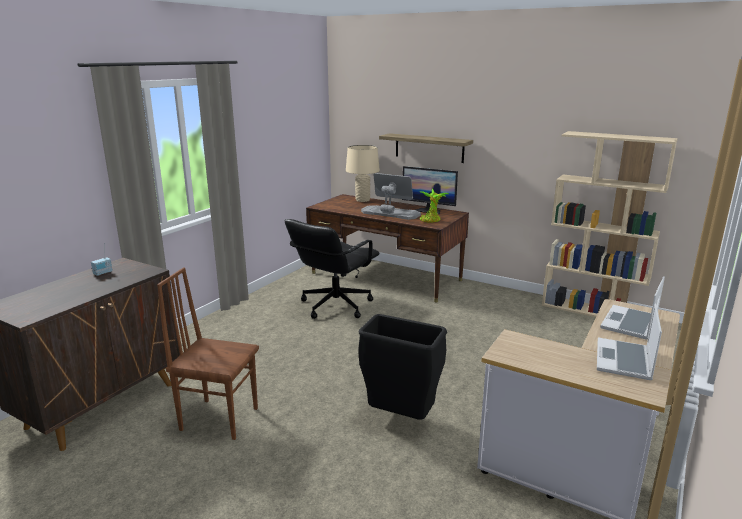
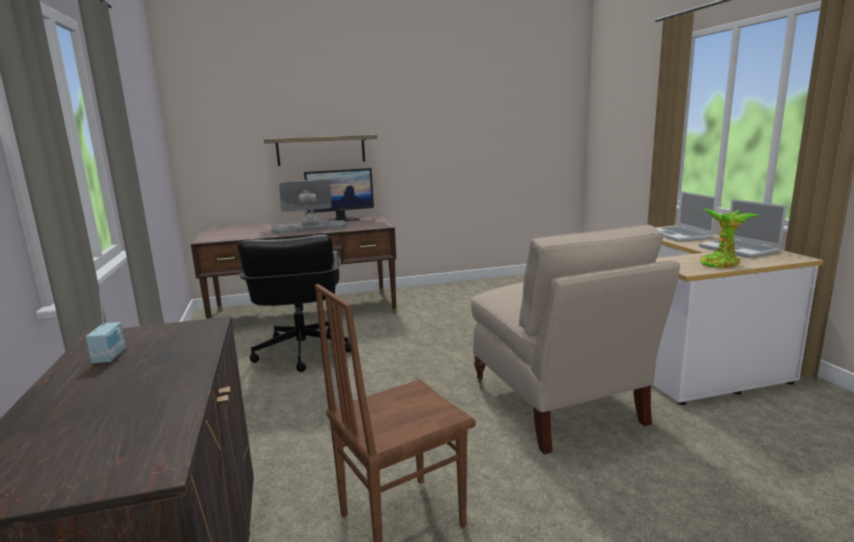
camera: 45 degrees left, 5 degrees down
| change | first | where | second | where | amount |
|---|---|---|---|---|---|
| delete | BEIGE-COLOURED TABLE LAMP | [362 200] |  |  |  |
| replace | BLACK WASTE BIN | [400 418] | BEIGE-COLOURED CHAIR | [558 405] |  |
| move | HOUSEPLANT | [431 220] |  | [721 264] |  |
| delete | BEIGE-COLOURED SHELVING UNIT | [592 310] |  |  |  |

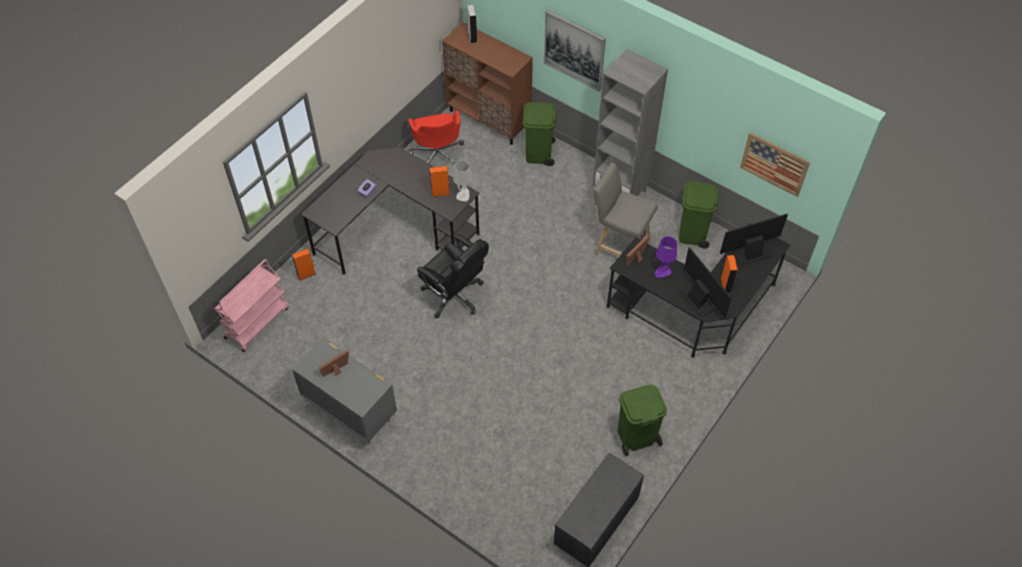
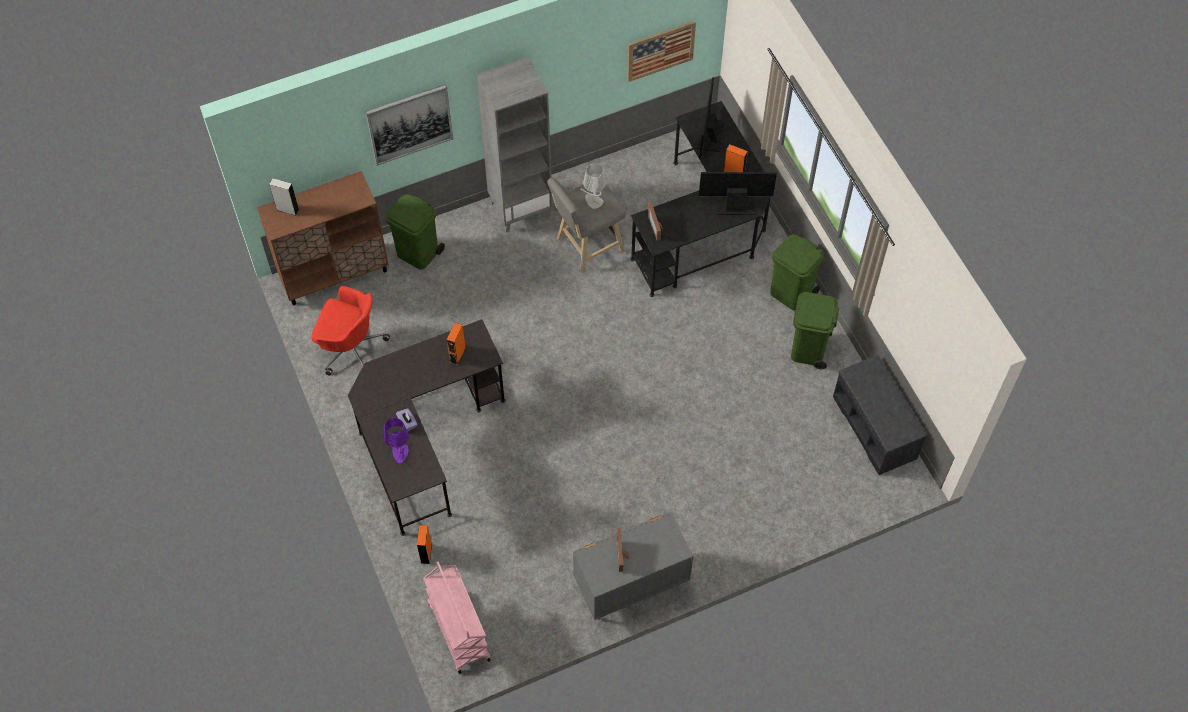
camera: 60 degrees left, 5 degrees up
| change | first | where | second | where | amount |
|---|---|---|---|---|---|
| delete | BLACK COMPUTER CHAIR | [454 295] |  |  |  |
| move | GREYISH TABLE LAMP | [463 195] |  | [593 201] |  |
| move | PURPLE TABLE LAMP | [662 272] |  | [400 453] |  |
| move | GREENISH WASTE BIN | [692 234] |  | [791 293] |  |

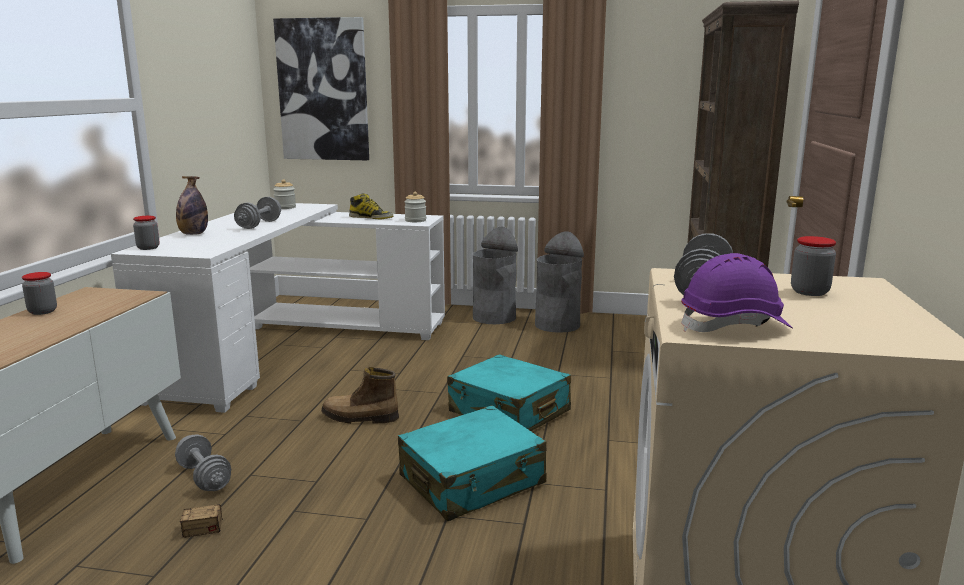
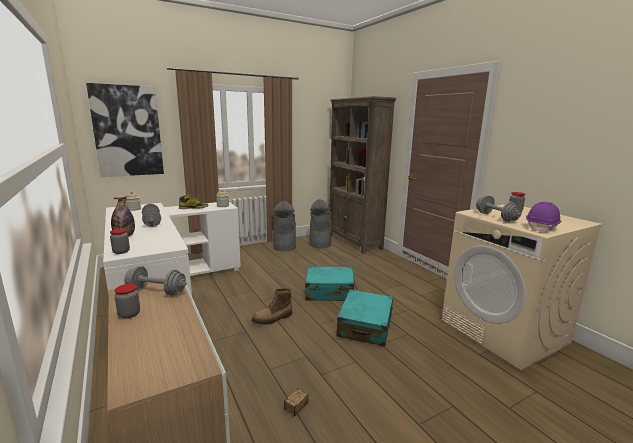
camera: 40 degrees left, 0 degrees up
| change | first | where | second | where | amount |
|---|---|---|---|---|---|
| move | GREYISH DUMBBELL | [204 477] |  | [156 291] |  |
| move | GREYISH WASTE BIN | [494 317] |  | [320 244] |  |

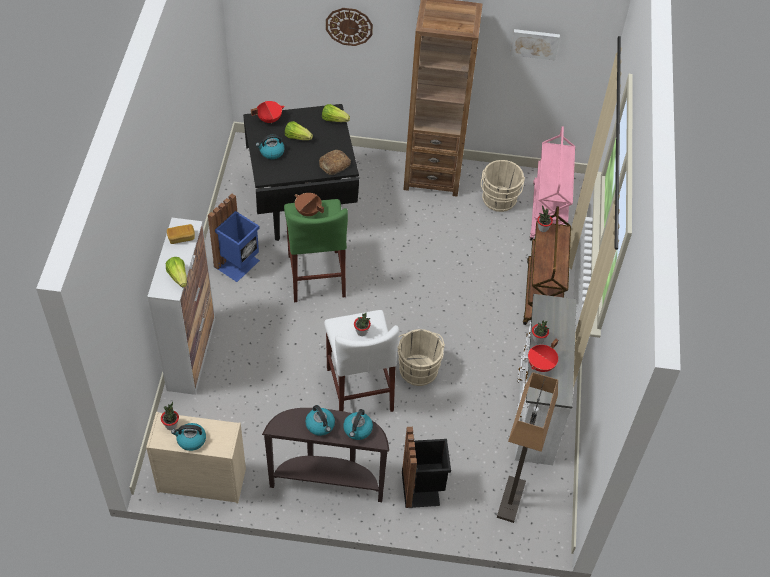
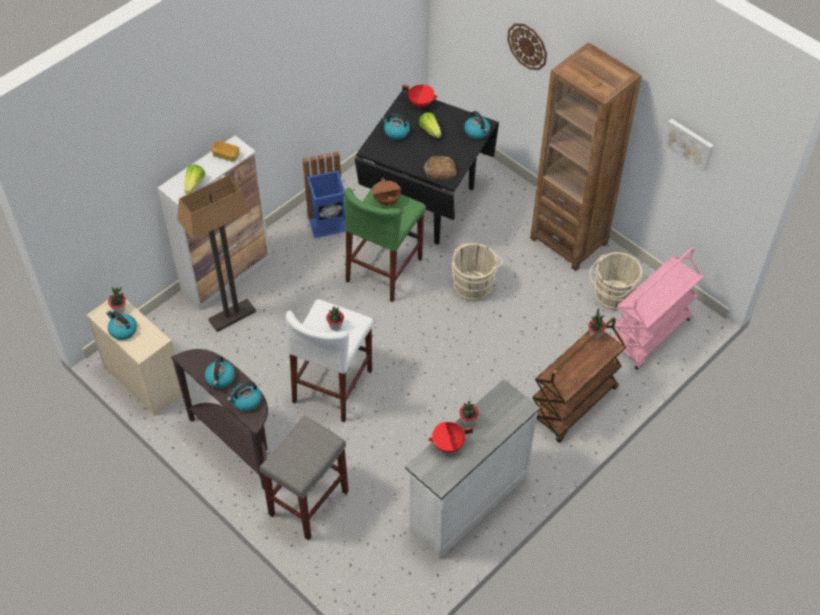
camera: 40 degrees right, 0 degrees up
| change | first | where | second | where | amount |
|---|---|---|---|---|---|
| replace | LETTUCE HEAD | [334 119] | KETTLE | [477 132] |  |
| move | BEIGE-COLOURED WATER BUCKET | [418 368] |  | [474 284] |  |
| replace | BLACK WASTE BIN | [423 488] | GREYISH STOOL | [309 502] |  |
| move | FLOOR LAMP | [511 500] |  | [232 316] |  |

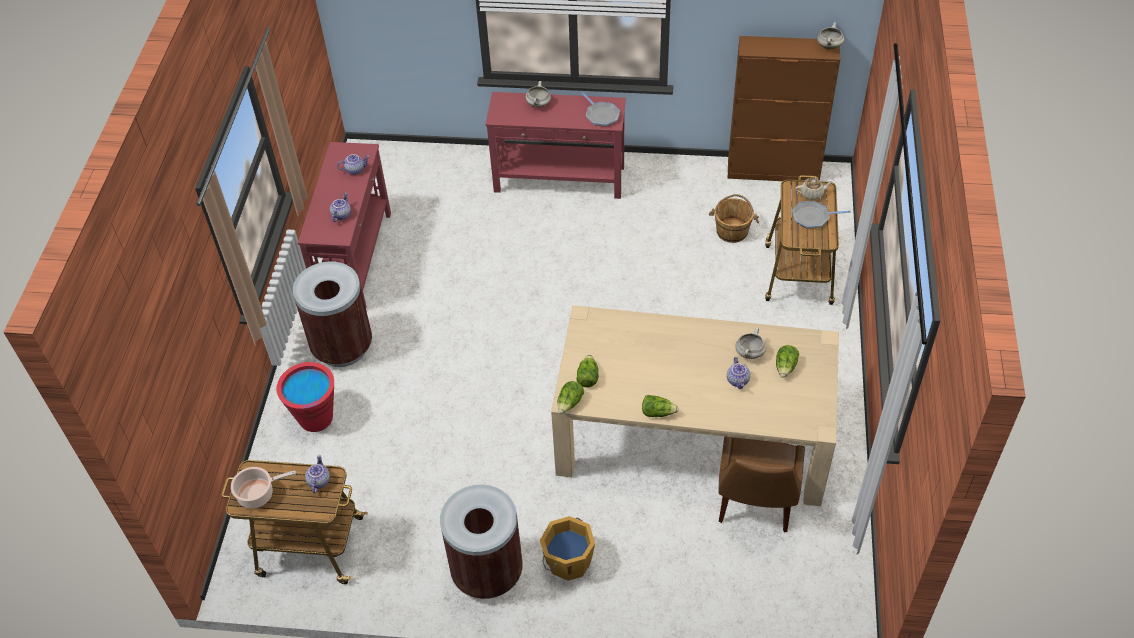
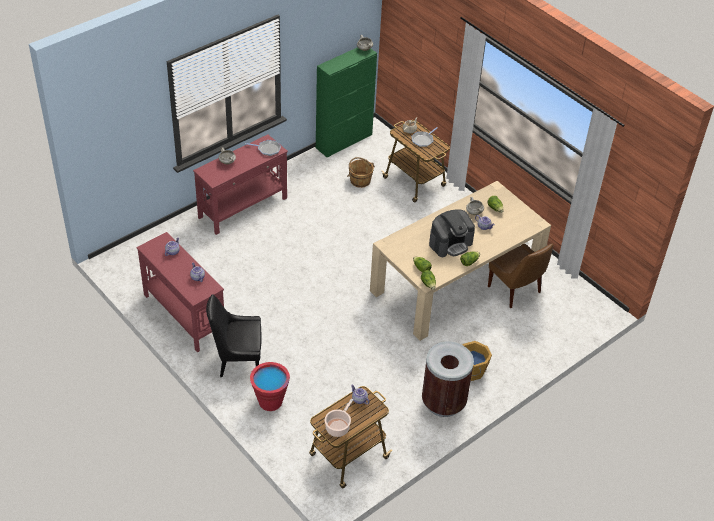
camera: 50 degrees left, 5 degrees down
| change | first | where | second | where | amount |
|---|---|---|---|---|---|
| replace | BROWN WASTE BIN | [342 347] | BLACK CHAIR | [237 360] |  |
| recolor | BROWN STORAGE CABINET | [773 171] | GREENISH STORAGE CABINET | [344 141] |  |
| insert |  |  | COFFEE MAKER | [450 243] |  |

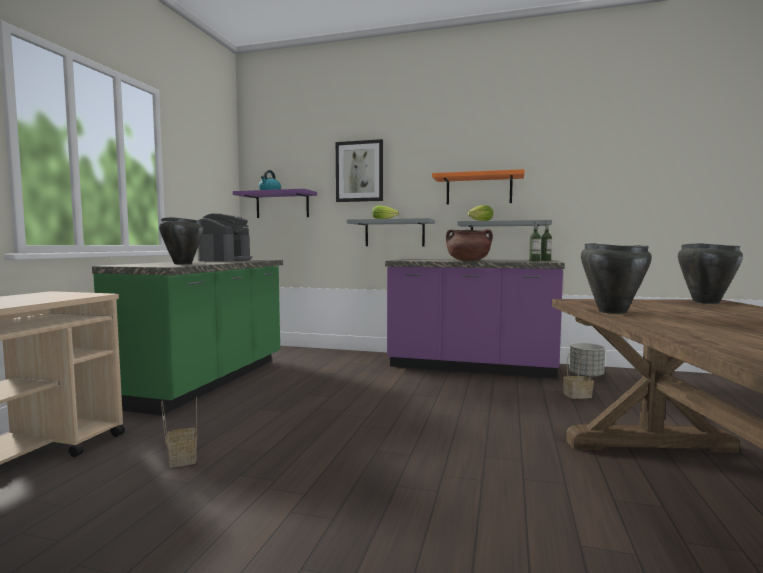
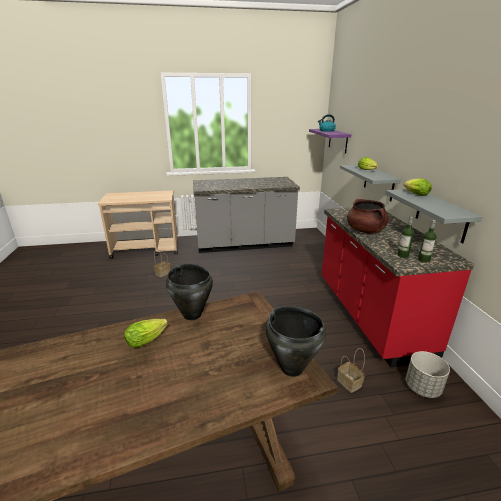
camera: 65 degrees right, 20 degrees up
| change | first | where | second | where | amount |
|---|---|---|---|---|---|
| recolor | GREENISH COUNTER | [207 381] | GREYISH COUNTER | [244 244] |  |
| delete | BLACK COOKING POT | [182 264] |  |  |  |
| delete | COFFEE MAKER | [225 260] |  |  |  |
| delete | PICTURE | [359 171] |  |  |  |
| recolor | PURPLE COUNTER | [471 366] | RED COUNTER | [369 315] |  |
| delete | ORANGEY BRACKET SHELF | [478 190] |  |  |  |
| insert |  |  | LETTUCE HEAD | [148 339] |  |

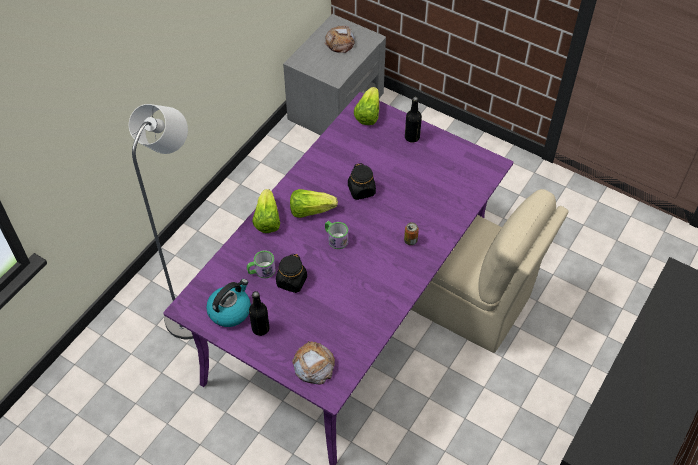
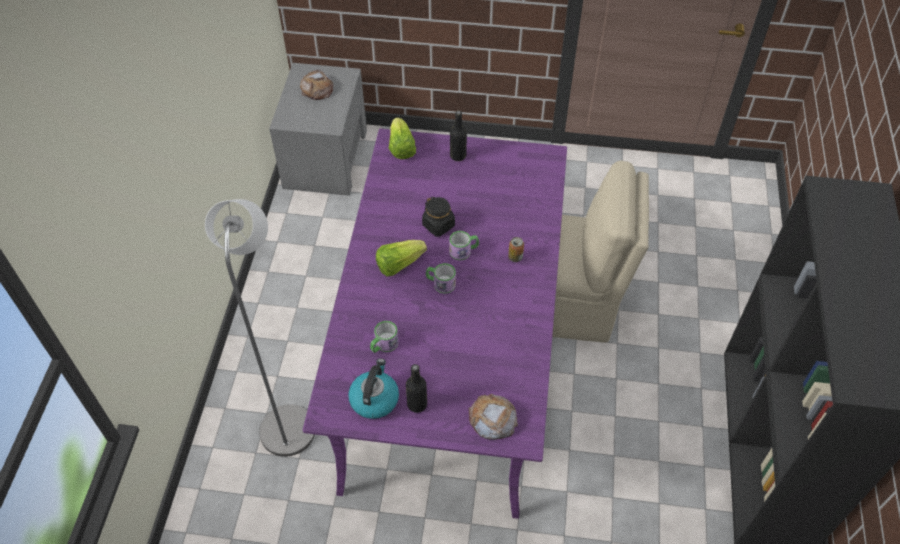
camera: 25 degrees left, 0 degrees up
| change | first | where | second | where | amount |
|---|---|---|---|---|---|
| delete | LETTUCE HEAD | [267 220] |  |  |  |
| delete | BLACK PRESERVE JAR | [291 281] |  |  |  |
| insert |  |  | TEA MUG | [464 251] |  |

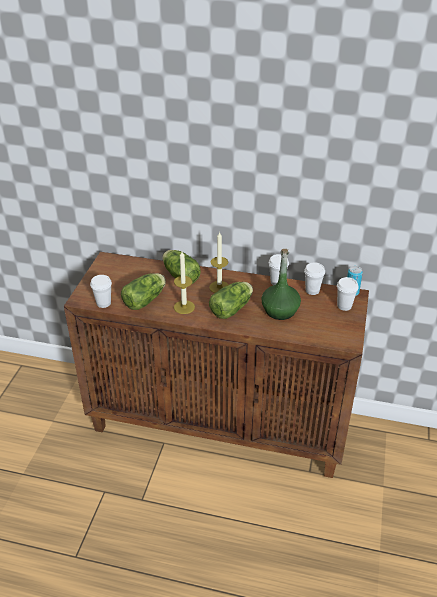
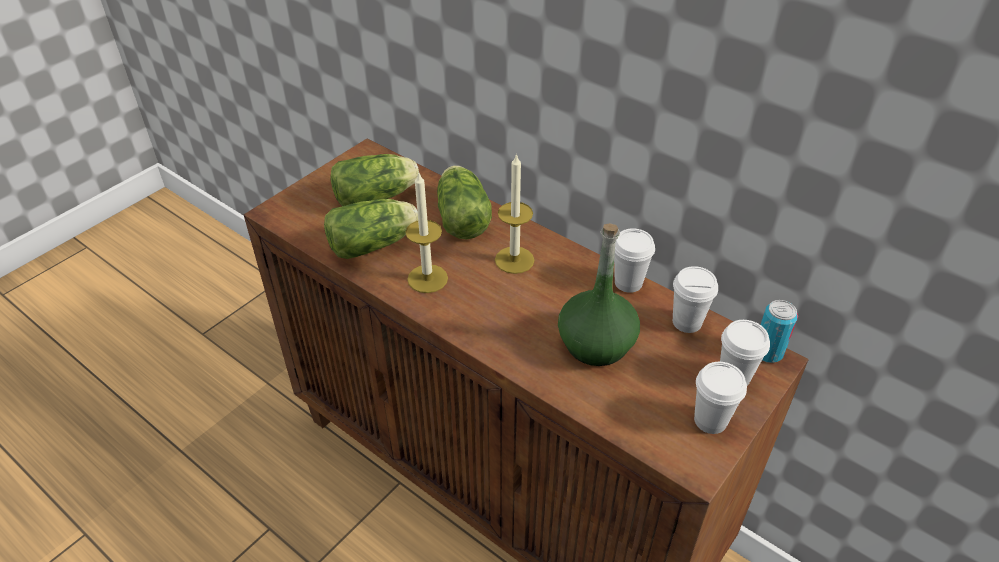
camera: 25 degrees right, 5 degrees up
| change | first | where | second | where | amount |
|---|---|---|---|---|---|
| move | WHITE CUP | [103 303] |  | [710 420] |  |
| move | LETTUCE HEAD | [233 308] |  | [378 197] |  |

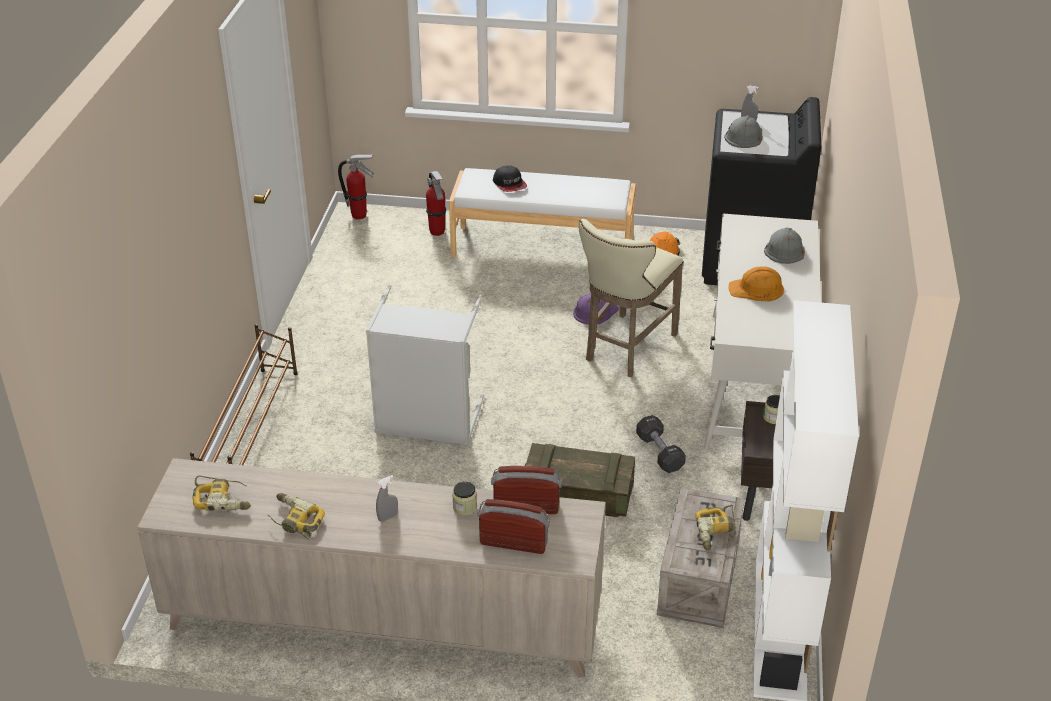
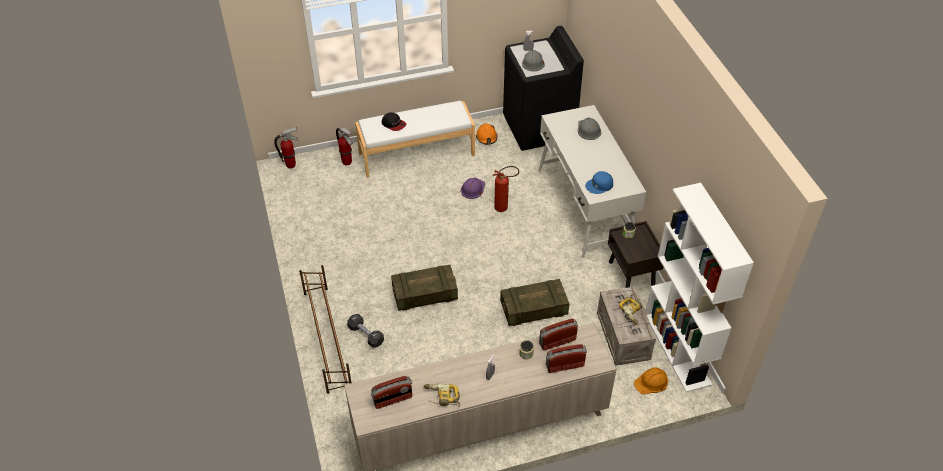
camera: 25 degrees left, 10 degrees up
| change | first | where | second | where | amount |
|---|---|---|---|---|---|
| replace | POWER DRILL | [223 499] | RADIO | [393 399] |  |
| replace | GREYISH WASHING BASKET | [427 423] | CRATE | [424 294] |  |
| replace | BEIGE-COLOURED STOOL | [626 349] | FIRE-FIGHTING CYLINDER | [504 208] |  |
| move | BLACK DUMBBELL | [659 453] |  | [366 335] |  |
| move | ORANGEY HARD HAT | [756 289] |  | [651 382] |  |
| insert |  |  | BLUE-COLOURED CAP | [599 185] |  |

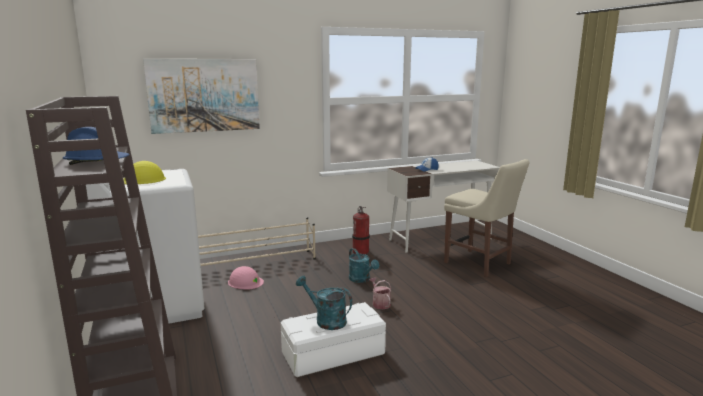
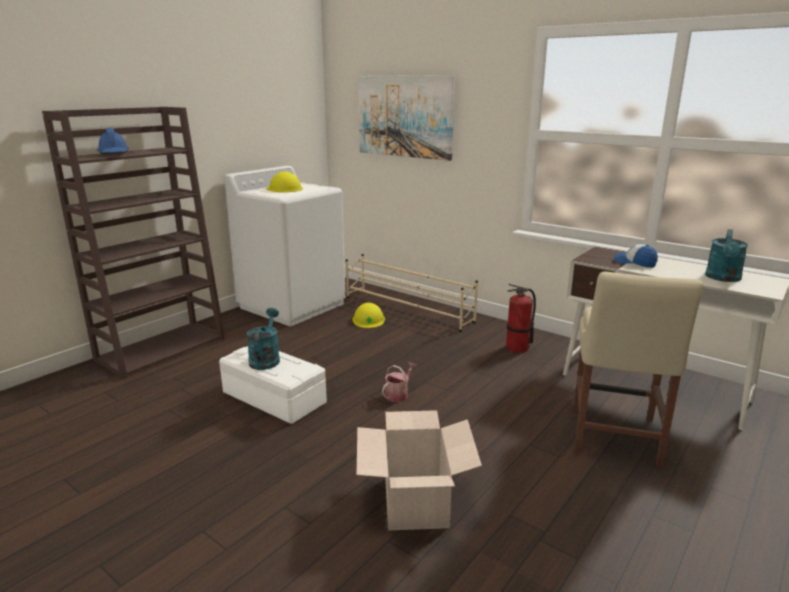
camera: 60 degrees right, 5 degrees up
| change | first | where | second | where | amount |
|---|---|---|---|---|---|
| recolor | PINK HARD HAT | [245 282] | YELLOW HARD HAT | [368 320] |  |
| move | TURQUOISE-COLOURED WATERING POT | [361 279] |  | [723 278] |  |
| insert |  |  | CARDBOARD BOX | [416 502] |  |

